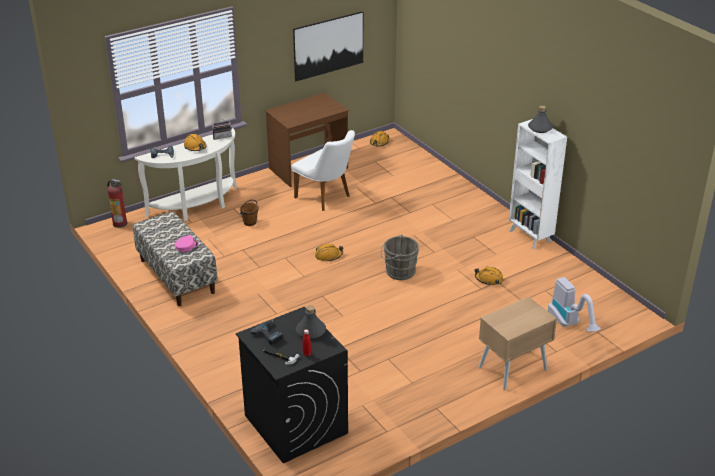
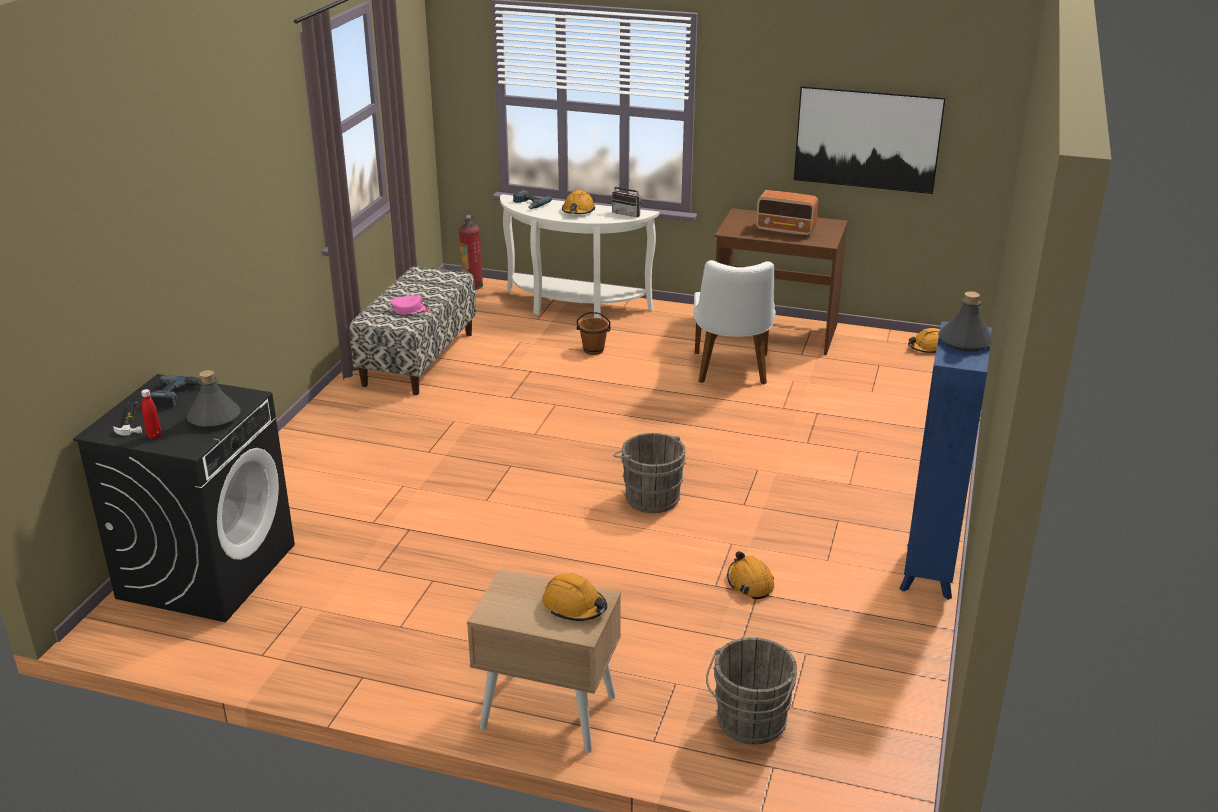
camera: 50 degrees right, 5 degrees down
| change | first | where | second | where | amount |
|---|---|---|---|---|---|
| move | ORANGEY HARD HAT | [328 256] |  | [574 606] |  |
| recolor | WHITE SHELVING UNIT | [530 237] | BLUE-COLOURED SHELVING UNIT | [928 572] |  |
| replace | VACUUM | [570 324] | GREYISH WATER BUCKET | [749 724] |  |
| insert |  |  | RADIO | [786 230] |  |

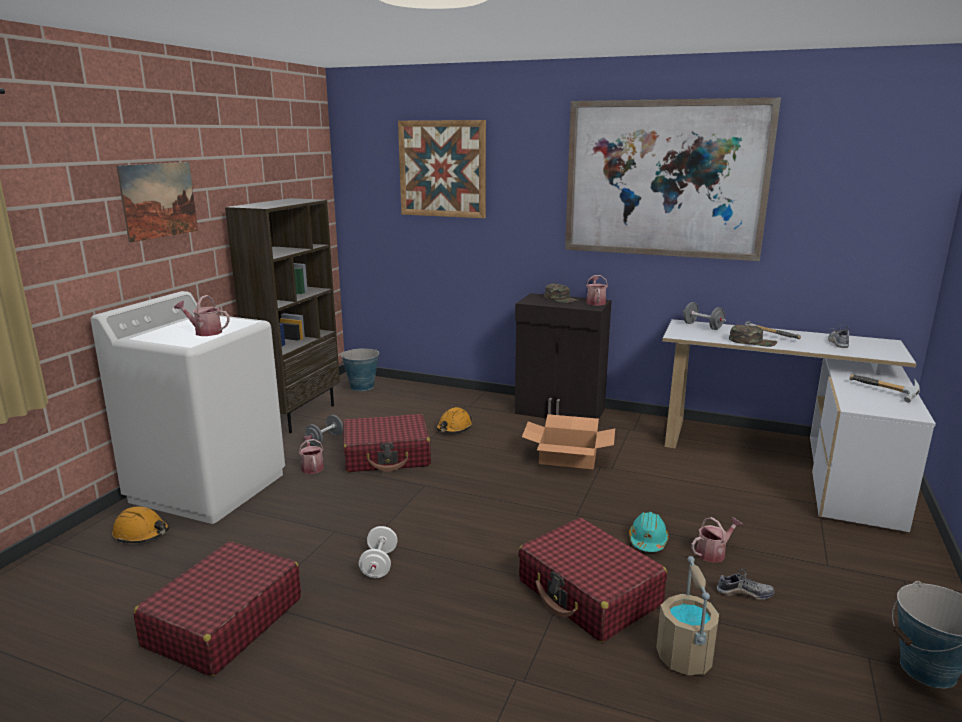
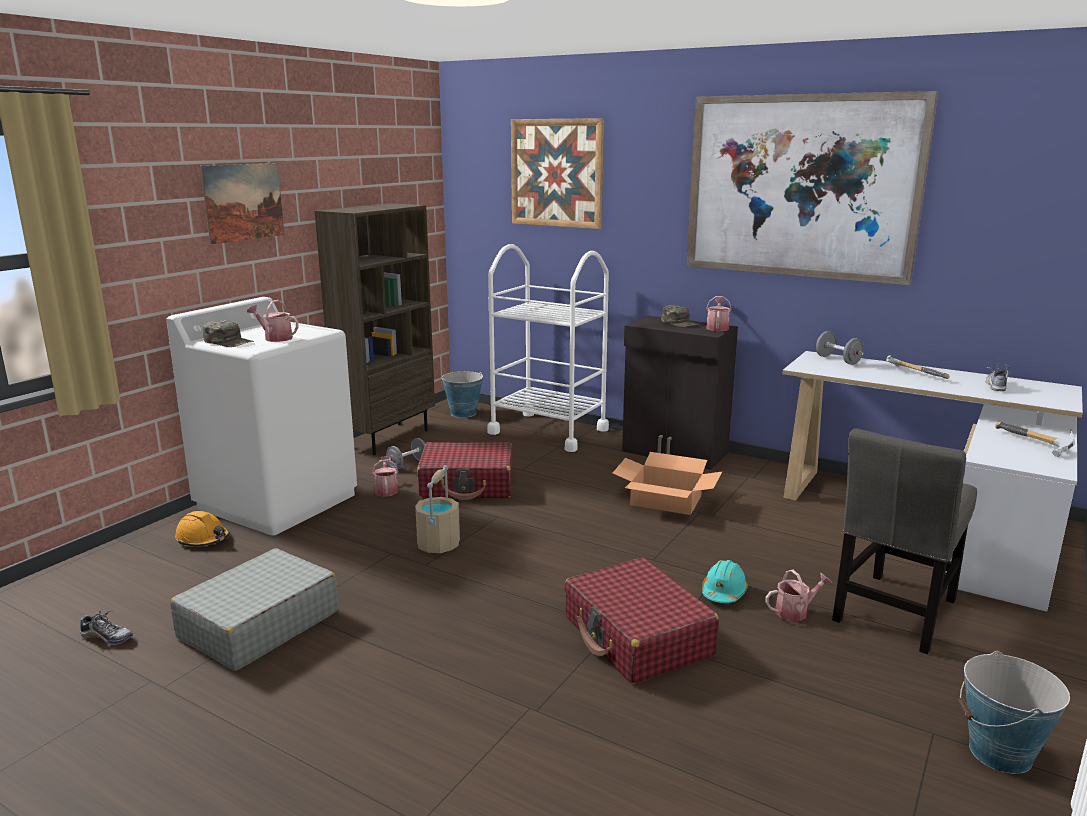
camera: 10 degrees right, 0 degrees up
| change | first | where | second | where | amount |
|---|---|---|---|---|---|
| recolor | RED TRAVEL CASE | [223 622] | GREYISH TRAVEL CASE | [258 625] |  |
| delete | WHITE DUMBBELL | [379 564] |  |  |  |
| delete | ORANGEY HARD HAT | [454 428] |  |  |  |
| move | BEIGE-COLOURED WATER BUCKET | [685 657] |  | [438 545] |  |
| move | ITEM OF FOOTWEAR | [744 593] |  | [107 637] |  |
| move | GREENISH CAP | [752 341] |  | [229 341] |  |
| insert |  |  | WHITE WHEELED CART | [548 431] |  |
| insert |  |  | GREYISH CHAIR | [894 614] |  |

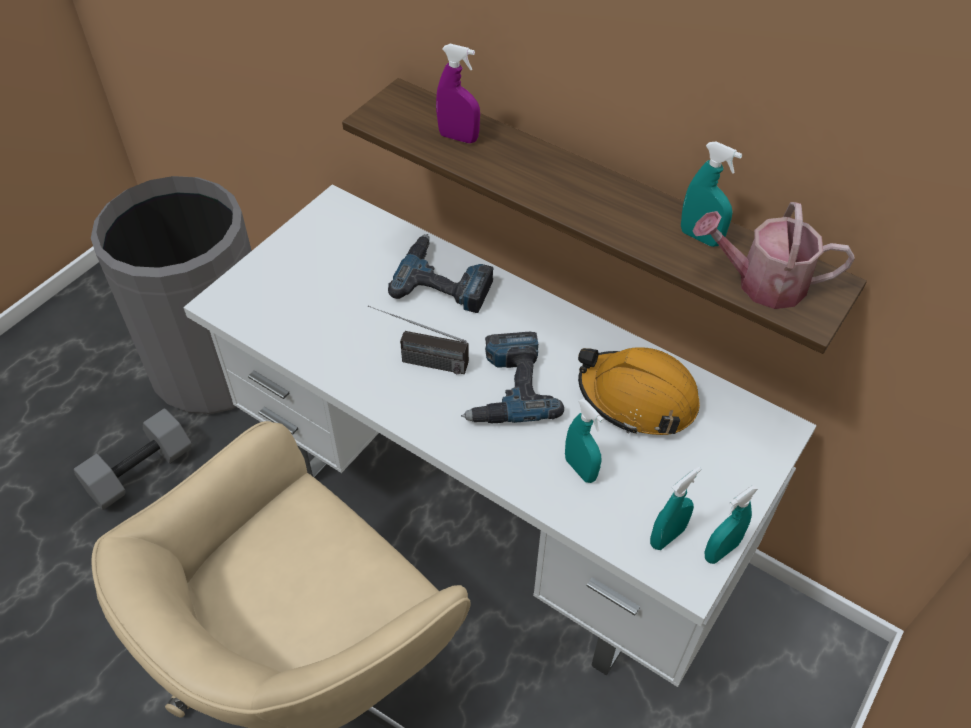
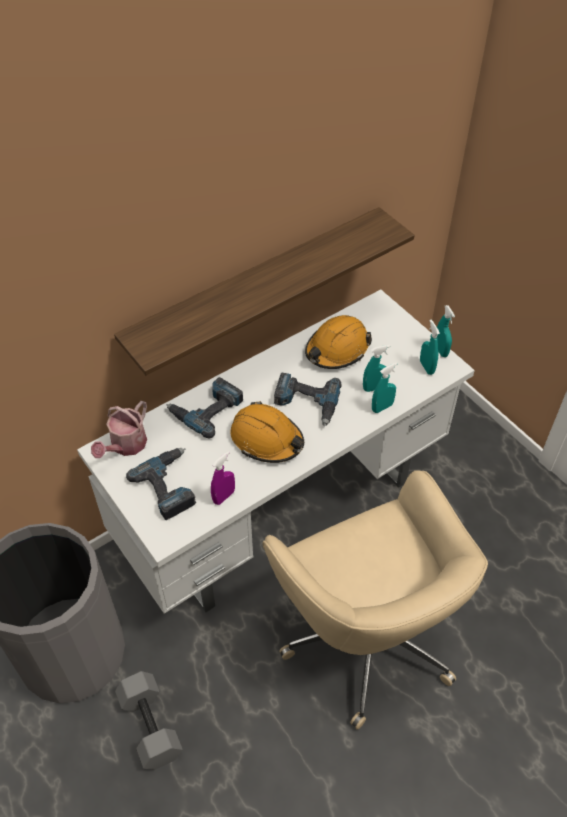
camera: 70 degrees left, 0 degrees up
| change | first | where | second | where | amount |
|---|---|---|---|---|---|
| replace | RADIO | [417 360] | ORANGEY HARD HAT | [267 439] |  |
| move | PURPLE HAND SPRAYER | [458 137] |  | [224 496] |  |
| move | TURQUOISE-COLOURED HAND SPRAYER | [700 237] |  | [382 407] |  |
| move | WATERING POT | [761 283] |  | [125 446] |  |
| insert |  |  | POWER DRILL | [170 486] |  |

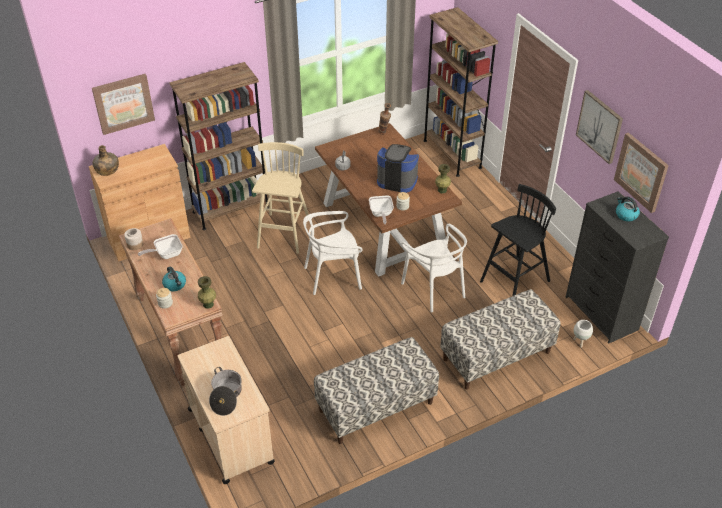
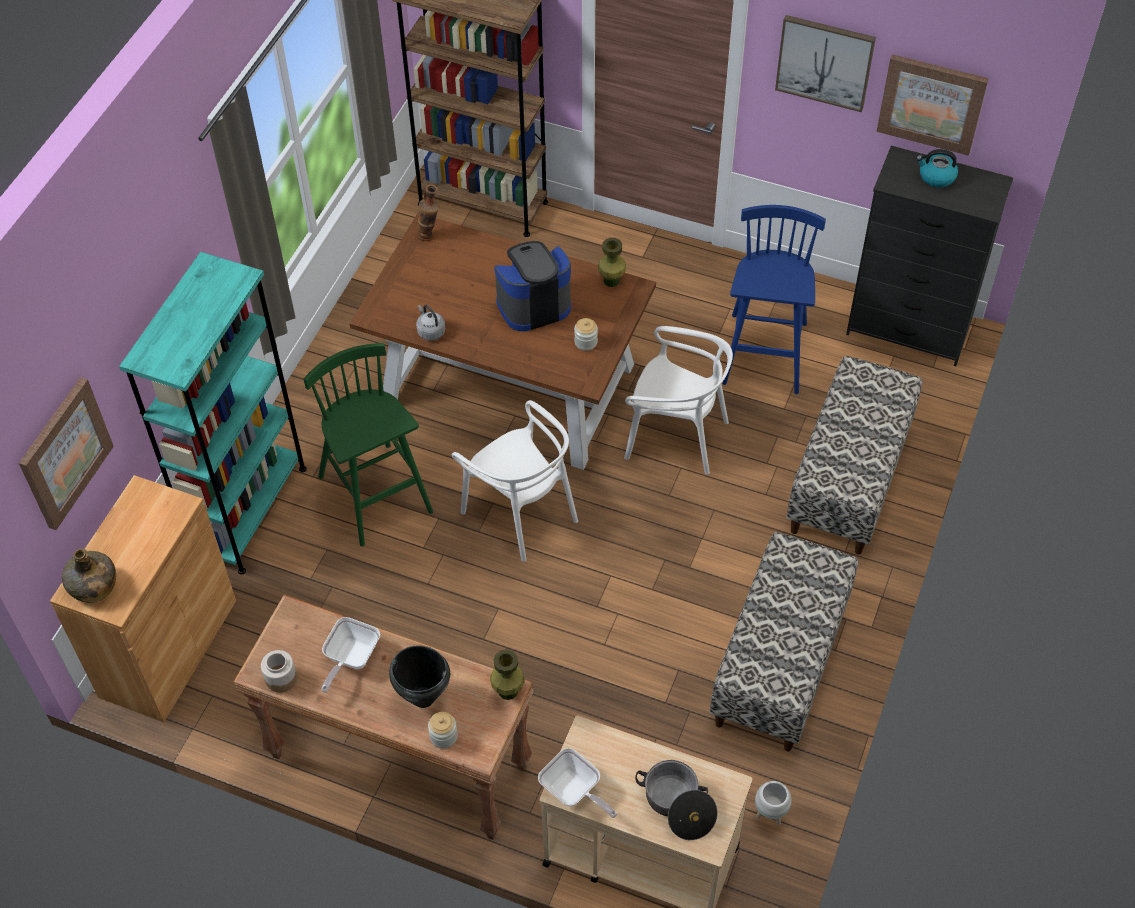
camera: 40 degrees left, 10 degrees up
| change | first | where | second | where | amount |
|---|---|---|---|---|---|
| replace | KETTLE | [175 285] | BLACK COOKING POT | [423 697] |  |
| recolor | BROWN SHELVING UNIT | [230 210] | TURQUOISE-COLOURED SHELVING UNIT | [249 510] |  |
| recolor | BEIGE-COLOURED STOOL | [283 234] | GREENISH STOOL | [376 496] |  |
| rotate | WHITE CHAIR | [333 276] |  | [521 513] | 75 degrees counterclockwise |
| move | FRYING PAN | [381 214] |  | [573 792] |  |
| recolor | BLACK STOOL | [514 282] | BLUE-COLOURED STOOL | [764 355] |  |
| move | WHITE PLANT POT | [580 342] |  | [769 814] |  |

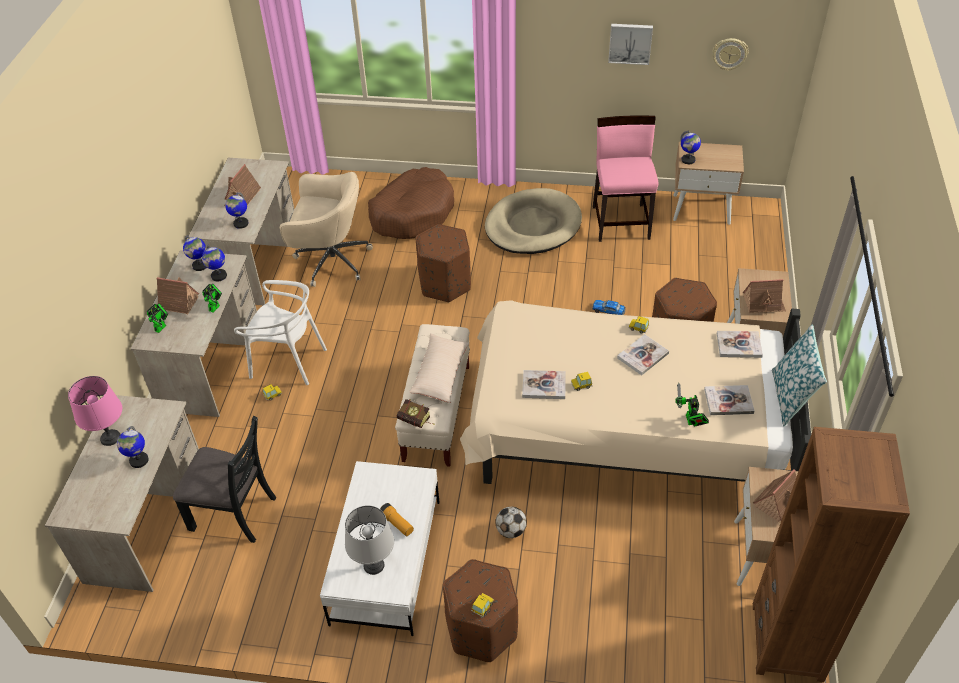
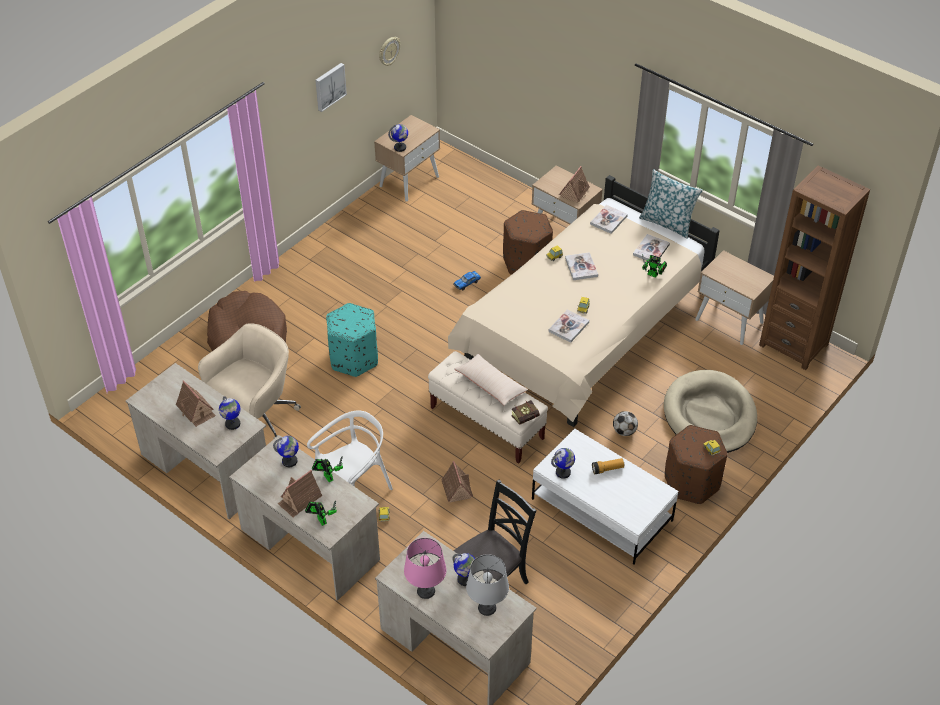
camera: 60 degrees left, 0 degrees up
| change | first | where | second | where | amount |
|---|---|---|---|---|---|
| move | GLOBE | [200 266] |  | [563 472] |  |
| move | GREYISH TABLE LAMP | [374 564] |  | [486 607] |  |
| recolor | BROWN FOOTREST | [445 284] | TURQUOISE-COLOURED FOOTREST | [354 358] |  |
| move | BEIGE-COLOURED DOG BED | [532 226] |  | [709 415] |  |
| delete | PINK CHAIR | [621 222] |  |  |  |
| move | MINIATURE HOUSE | [778 501] |  | [456 488] |  |

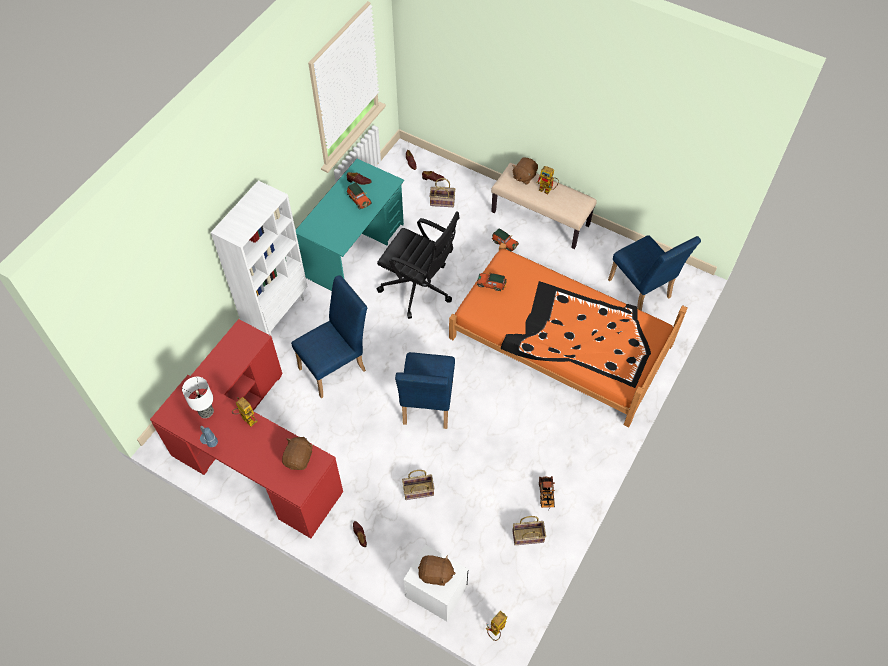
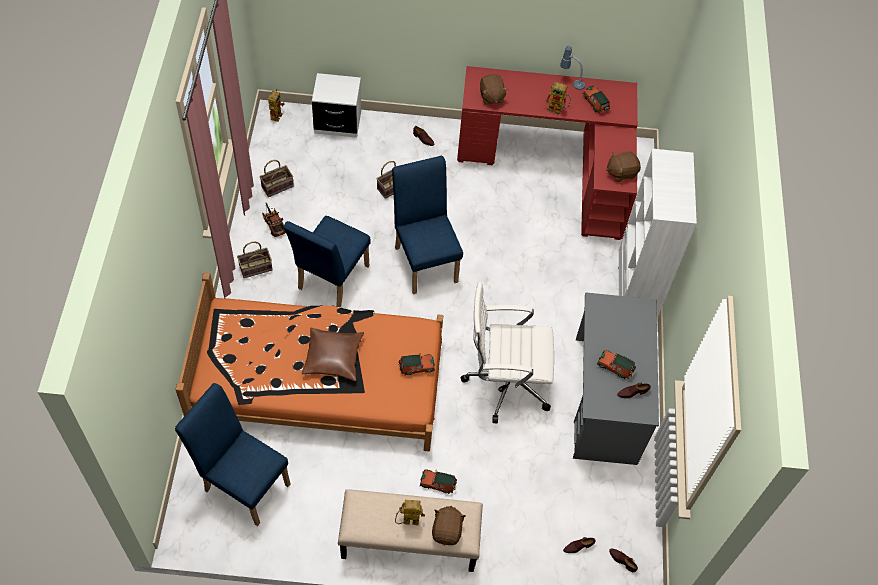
camera: 150 degrees right, 0 degrees up
| change | first | where | second | where | amount |
|---|---|---|---|---|---|
| replace | TABLE LAMP | [206 411] | MODEL CAR | [596 103] |  |
| move | BLUE-COLOURED CHAIR | [337 367] |  | [330 281] |  |
| recolor | TURQUOISE-COLOURED DESK | [355 250] | GREYISH DESK | [605 400] |  |
| recolor | BLACK COMPUTER CHAIR | [419 288] | WHITE COMPUTER CHAIR | [505 382] |  |
| move | BROWN SOFT TOY | [435 574] |  | [621 172] |  |
| move | HOUSEHOLD BASKET | [443 201] |  | [255 269] |  |
| insert |  |  | BROWN CUSHION | [333 357] |  |

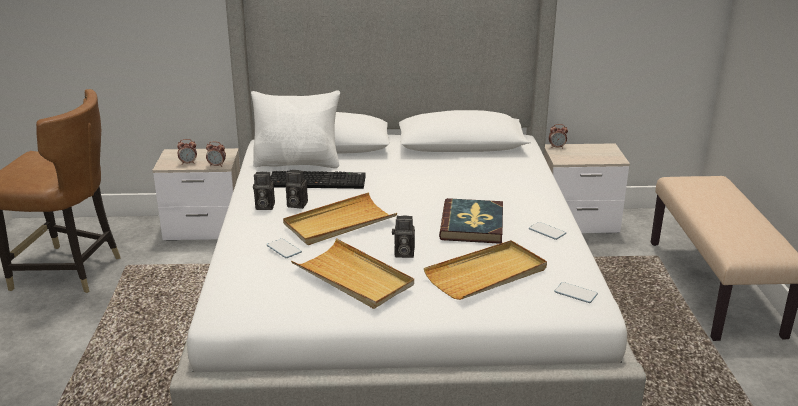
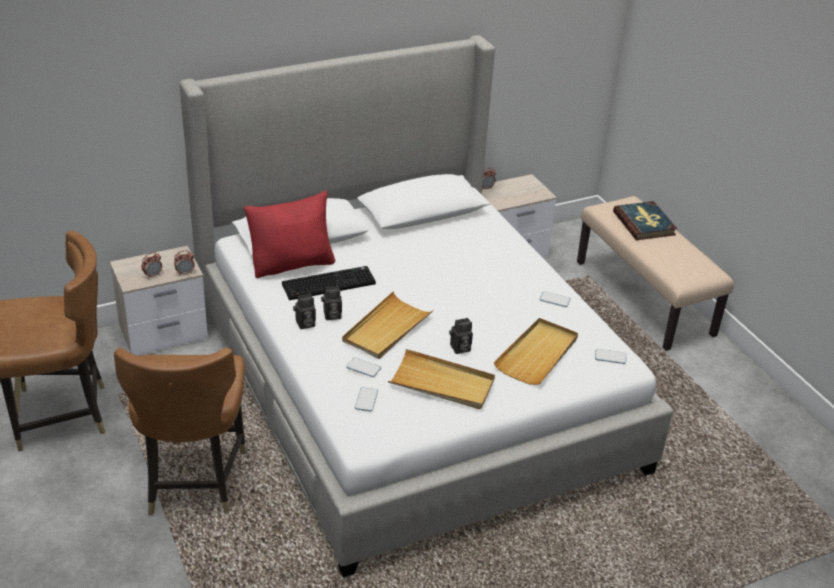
camera: 25 degrees left, 10 degrees up
| change | first | where | second | where | amount |
|---|---|---|---|---|---|
| recolor | WHITE CUSHION | [298 163] | RED CUSHION | [292 264] |  |
| move | BOUND BOOK | [472 224] |  | [644 223] |  |
| insert |  |  | BROWN CHAIR | [193 481] |  |
| insert |  |  | TELEPHONE | [366 400] |  |

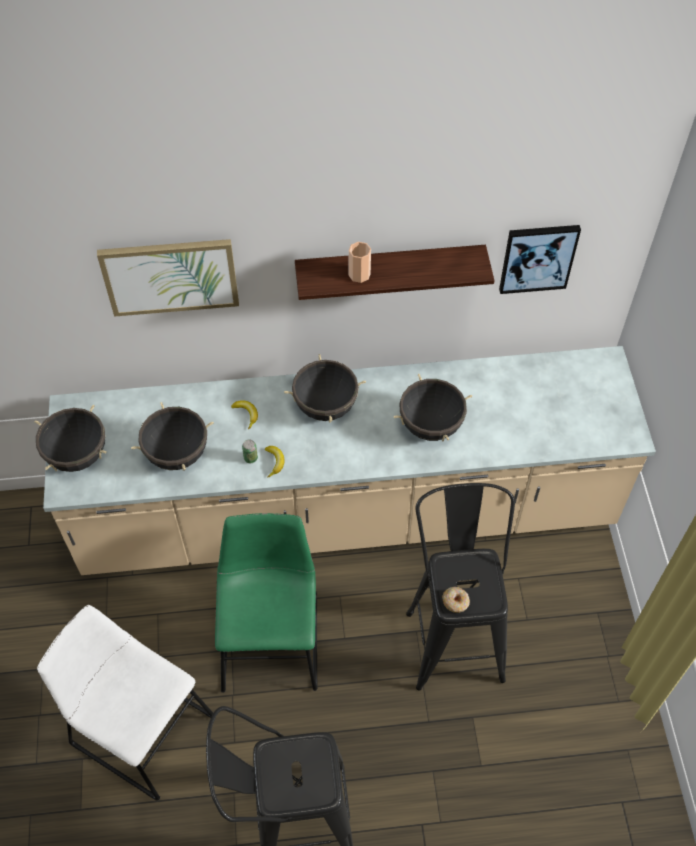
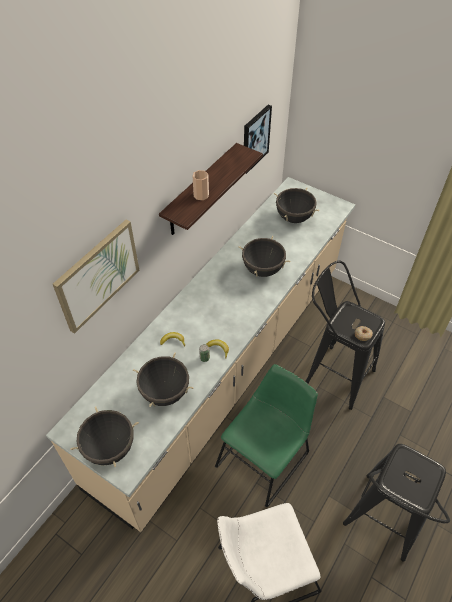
camera: 50 degrees left, 5 degrees down
| change | first | where | second | where | amount |
|---|---|---|---|---|---|
| rotate | GREENISH CHAIR | [270 636] |  | [265 456] | 90 degrees clockwise |
| move | BLACK COOKING POT | [325 407] |  | [294 217] |  |

